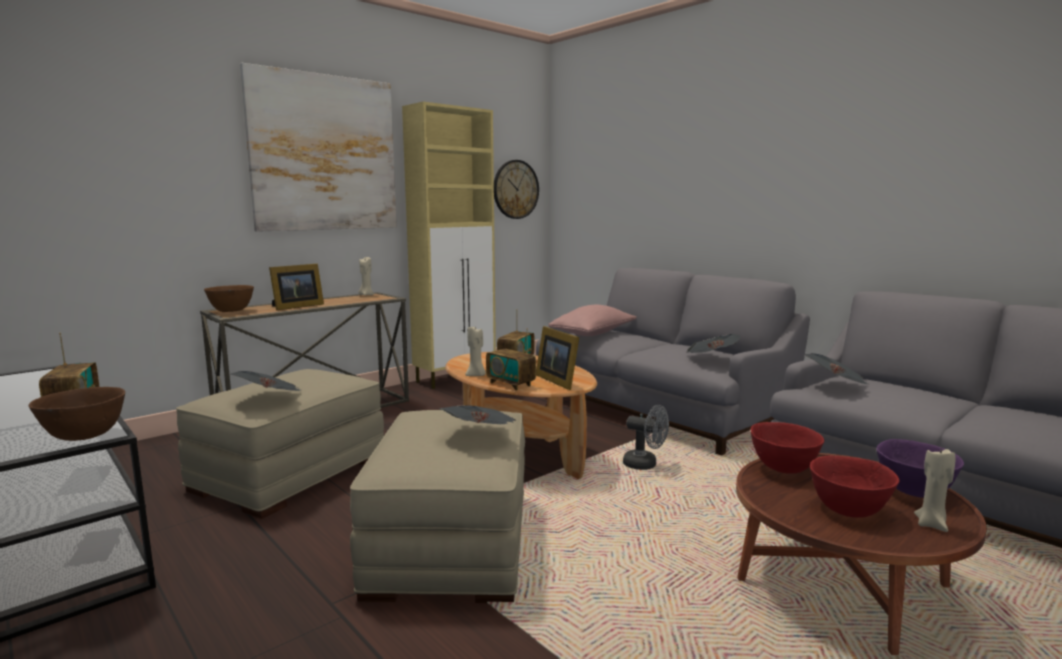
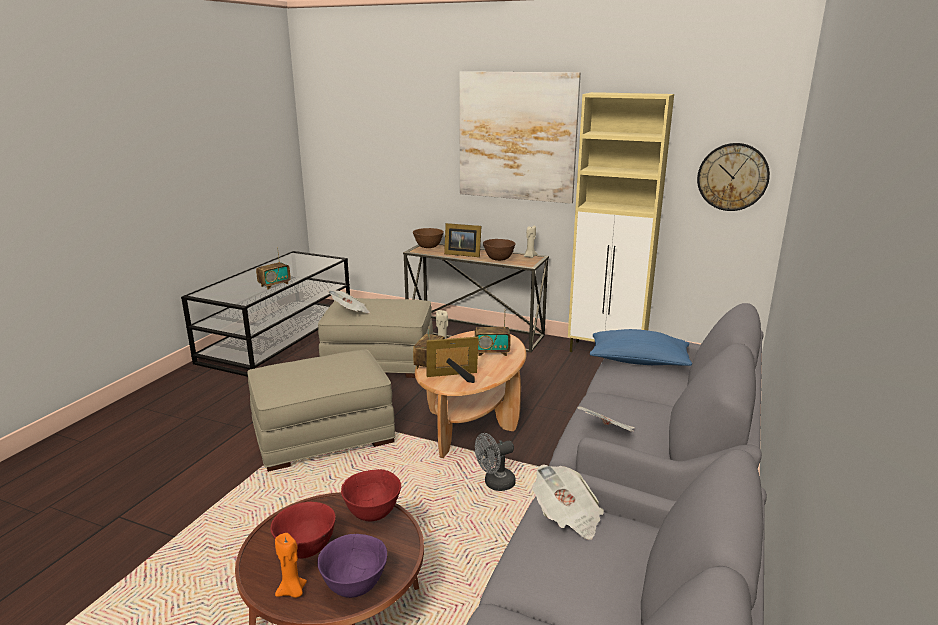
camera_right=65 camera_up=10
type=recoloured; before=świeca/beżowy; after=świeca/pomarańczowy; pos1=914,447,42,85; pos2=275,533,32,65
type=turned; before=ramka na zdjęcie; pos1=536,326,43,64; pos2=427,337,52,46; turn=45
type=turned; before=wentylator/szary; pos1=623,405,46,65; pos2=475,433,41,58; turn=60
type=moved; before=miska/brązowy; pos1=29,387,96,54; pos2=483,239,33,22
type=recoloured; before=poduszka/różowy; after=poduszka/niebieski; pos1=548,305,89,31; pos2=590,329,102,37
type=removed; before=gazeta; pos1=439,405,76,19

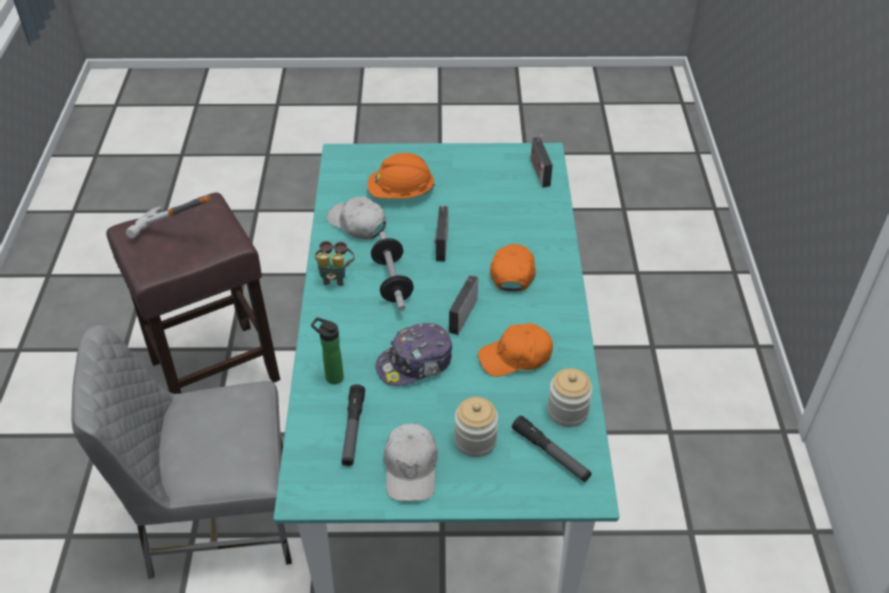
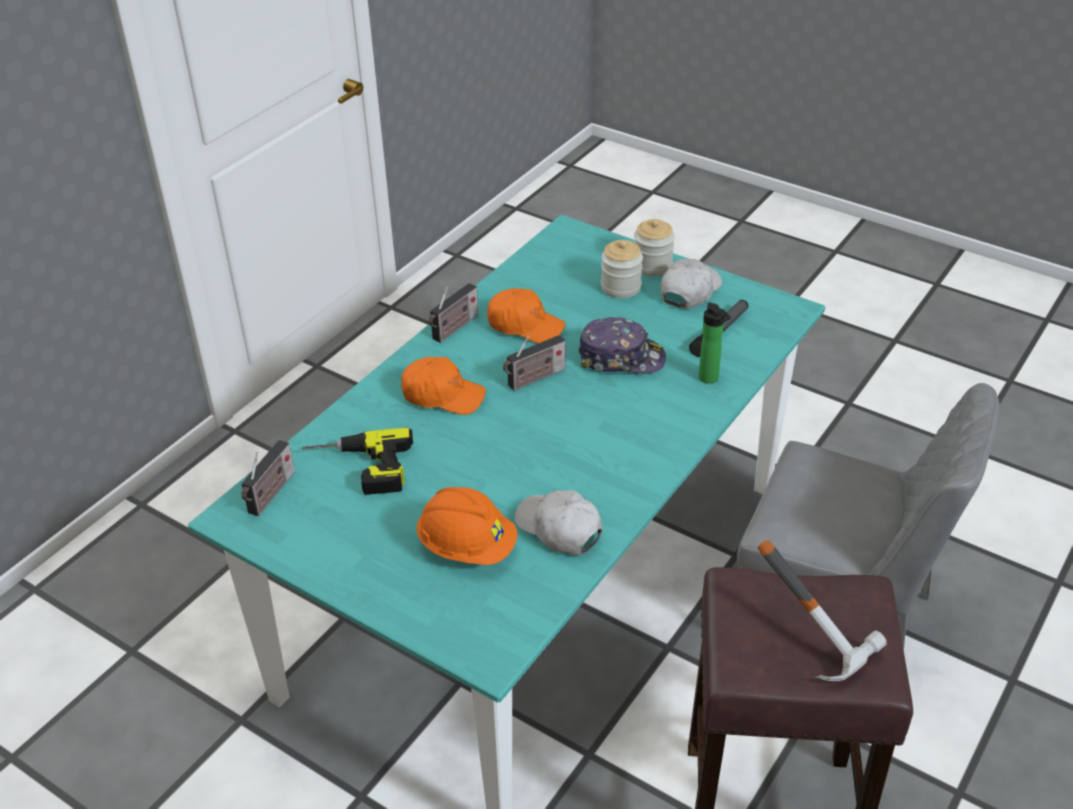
camera_right=-145 camera_up=-5
type=added; after=wiertarka; pos2=302,428,111,67
type=turned; before=czapka z daszkiem/pomarańczowy; pos1=490,244,46,47; pos2=401,357,85,58; turn=-120
type=moved; before=radio; pos1=434,205,14,56; pos2=428,283,50,60
type=turned; before=czapka z daszkiem/biały; pos1=327,197,59,43; pos2=514,490,88,65; turn=150
type=moved; before=słoik; pos1=547,368,46,59; pos2=634,219,41,58
type=removed; before=lornetka; pos1=315,241,40,45
type=removed; before=hantel; pos1=371,232,43,79
type=removed; before=latarka; pos1=512,415,80,67

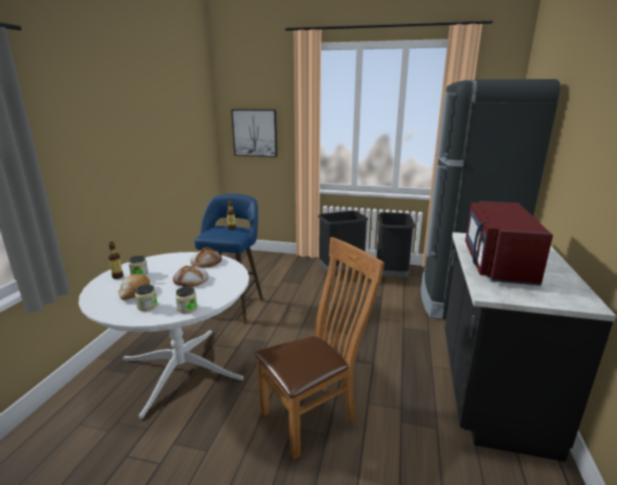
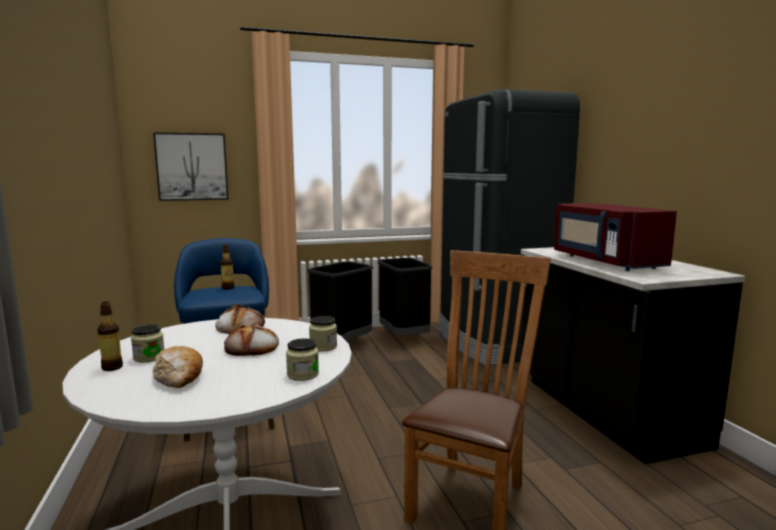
camera_right=-30 camera_up=-10
type=moved; before=słoik; pos1=135,284,23,27; pos2=309,316,28,36

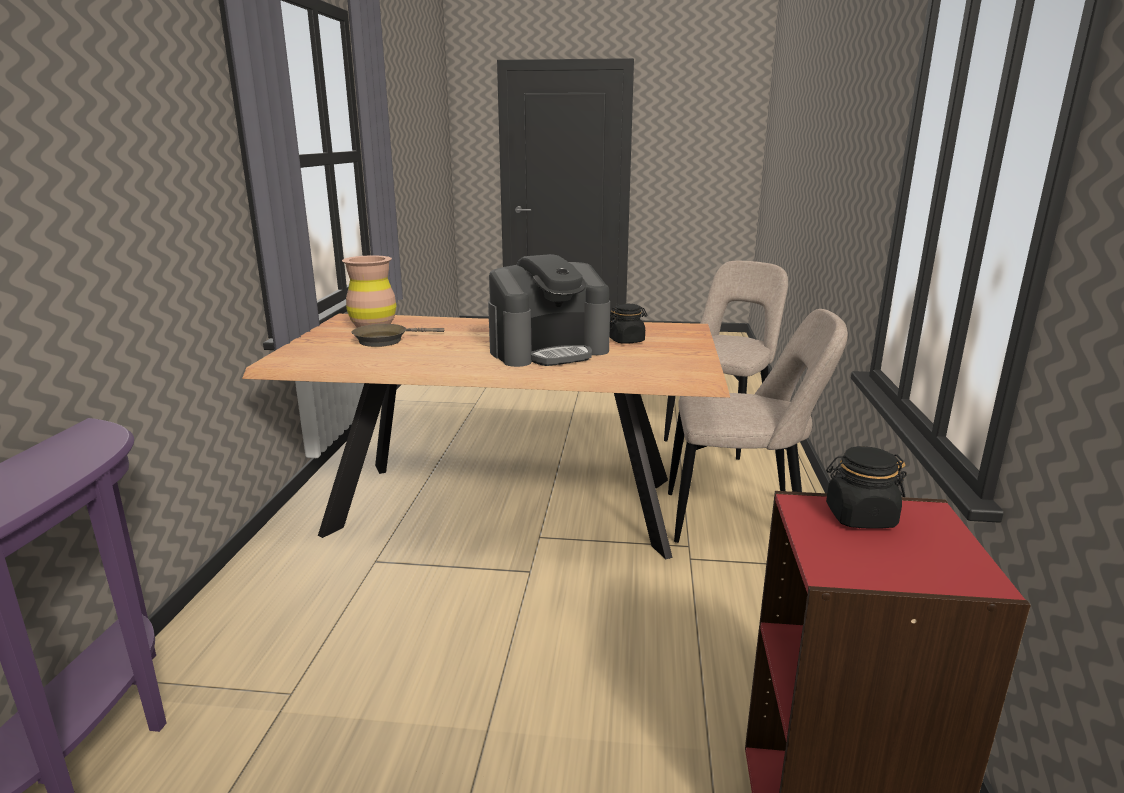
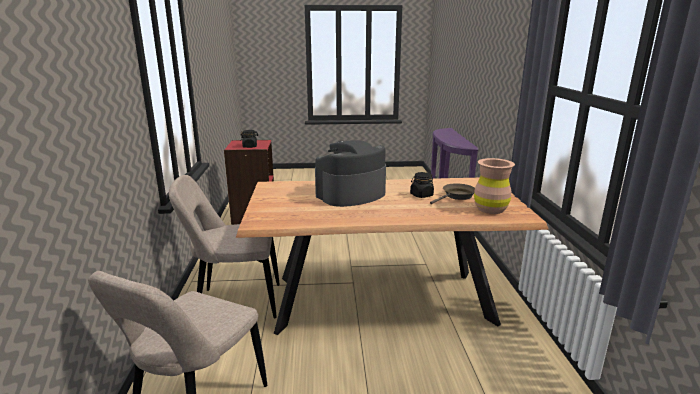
camera_right=170 camera_up=0
type=moved; before=słoik/czarny; pos1=610,304,37,40; pos2=410,172,24,26

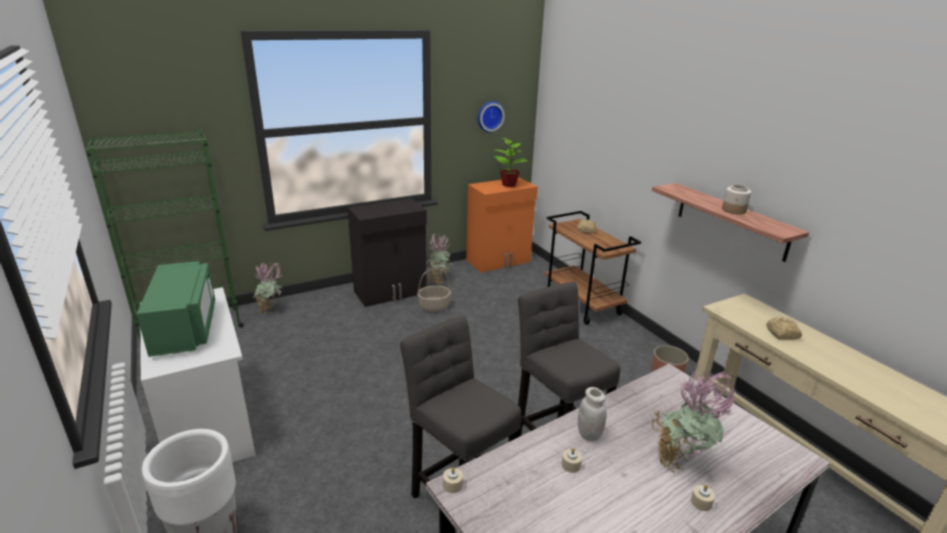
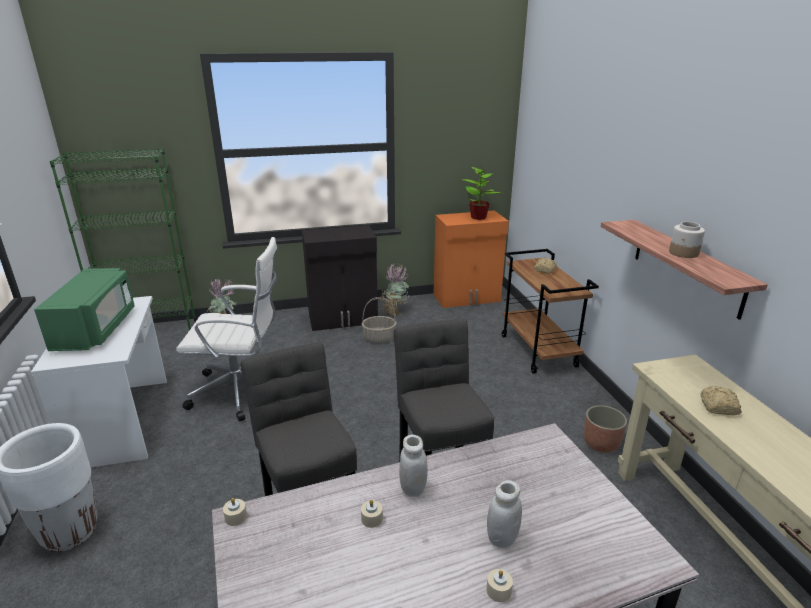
camera_right=15 camera_up=0
type=added; after=krzesło biurowe/biały; pos2=176,237,101,184
type=replaced; before=roślina doniczkowa; after=słoik/biały; pos1=651,370,85,103; pos2=487,480,35,68
type=removed; before=zegar ścienny; pos1=478,101,27,32

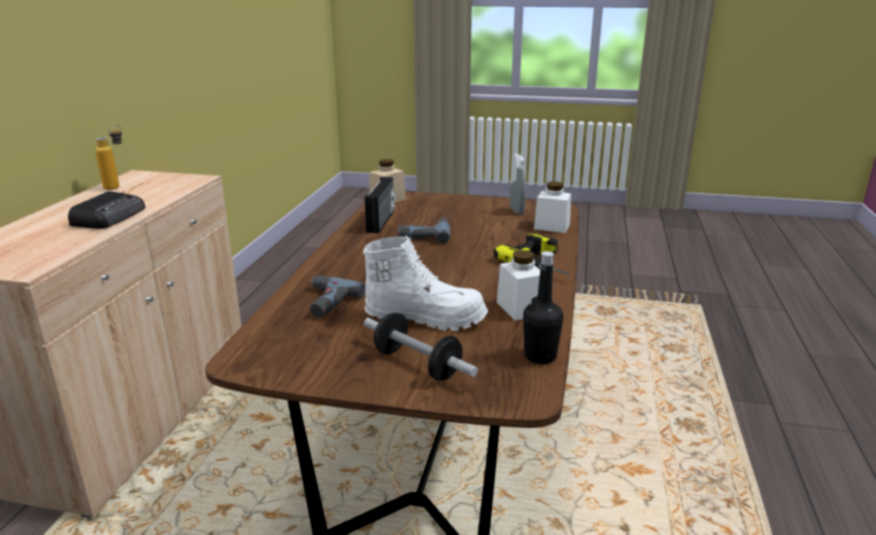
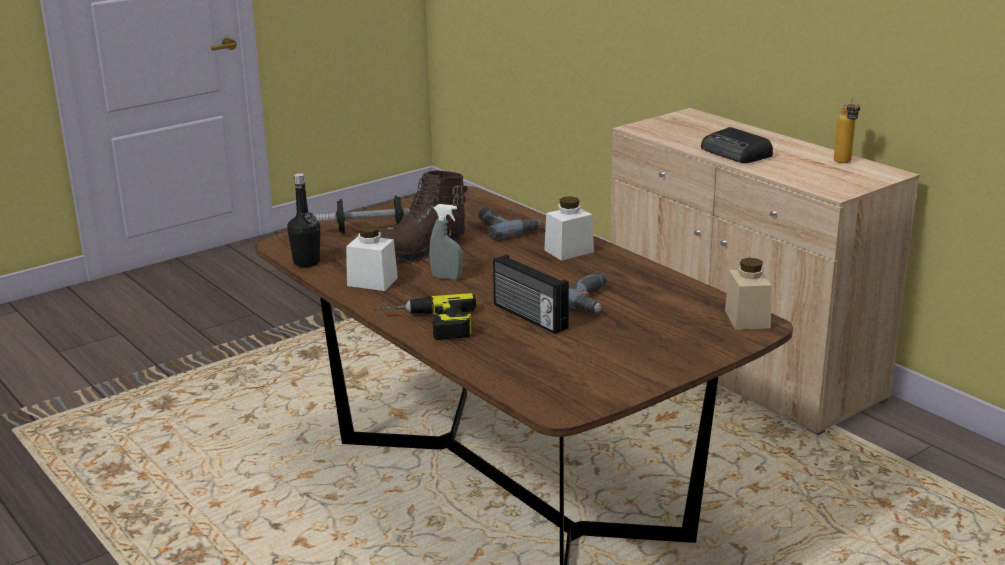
camera_right=130 camera_up=0
type=recoloured; before=but z cholewką/biały; after=but z cholewką/brązowy; pos1=363,235,125,96; pos2=379,170,89,92
type=moved; before=spryskiwacz/szary; pos1=510,154,16,61; pos2=429,204,34,76
type=moved; before=radio; pos1=365,177,31,56; pos2=493,255,76,79
type=moved; before=słoik/biały; pos1=534,181,37,52; pos2=544,196,50,65

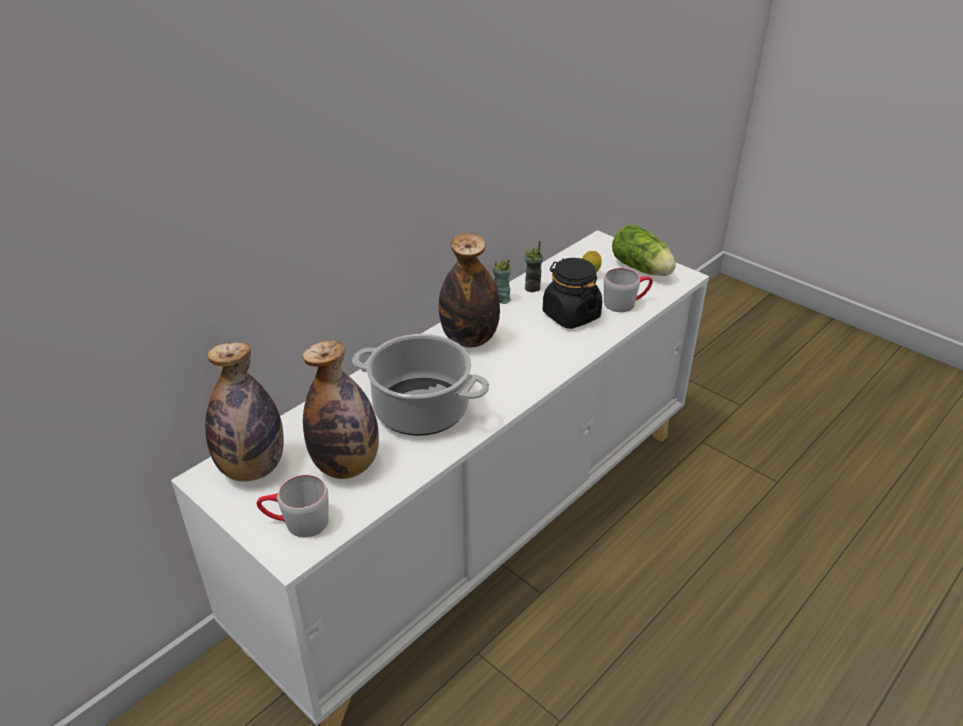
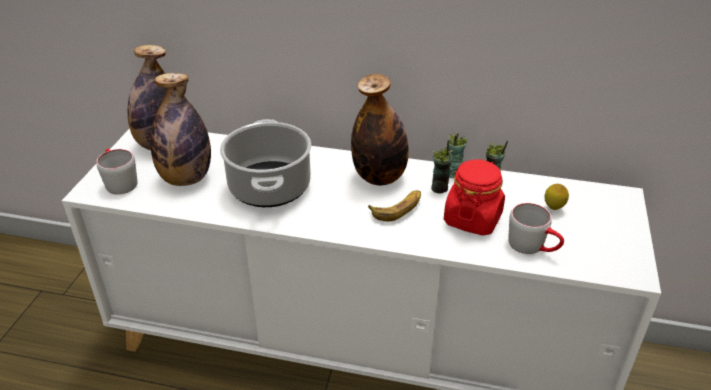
camera_right=60 camera_up=0
type=added; after=banan; pos2=368,190,53,32
type=added; after=filiżanka; pos2=431,140,22,54
type=recoloured; before=słoik/czarny; after=słoik/czerwony; pos1=542,258,60,71; pos2=444,159,61,77
type=removed; before=sałata; pos1=612,225,64,51

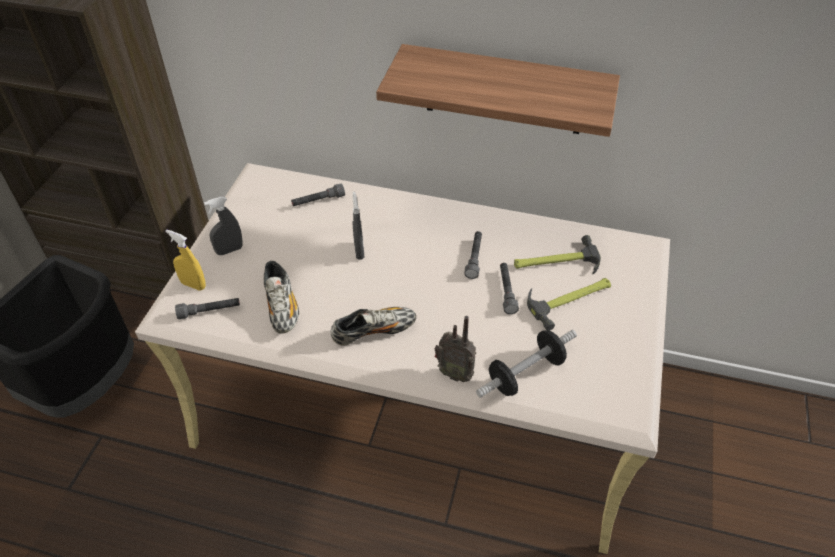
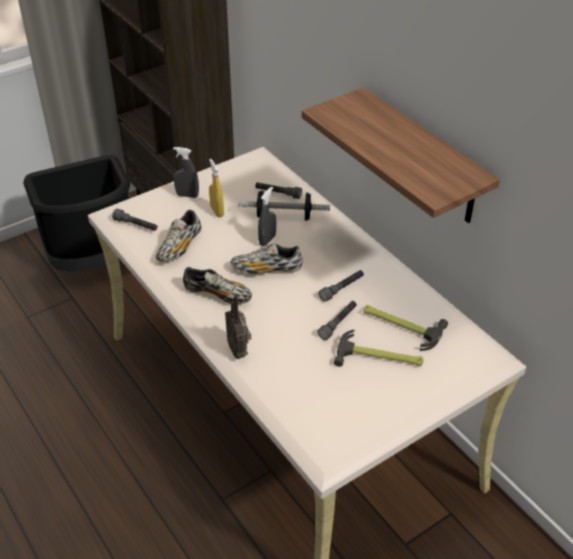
camera_right=40 camera_up=-5
type=moved; before=spryskiwacz/żółty; pos1=165,230,41,61; pos2=209,159,15,58
type=added; after=but; pos2=231,243,72,31
type=moved; before=hantel; pos1=476,330,101,68; pos2=238,190,92,31

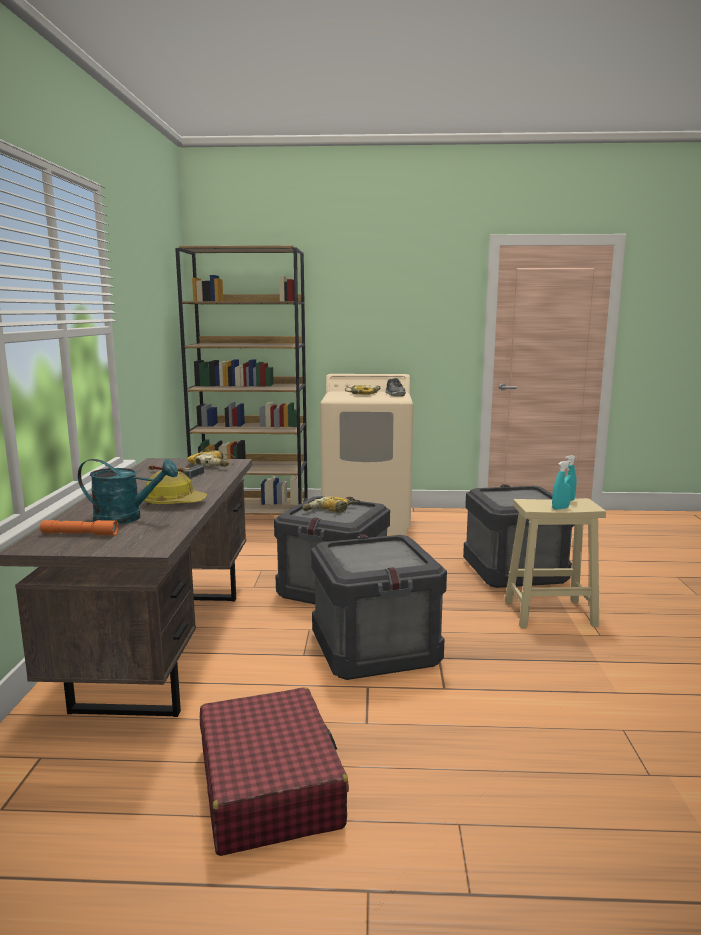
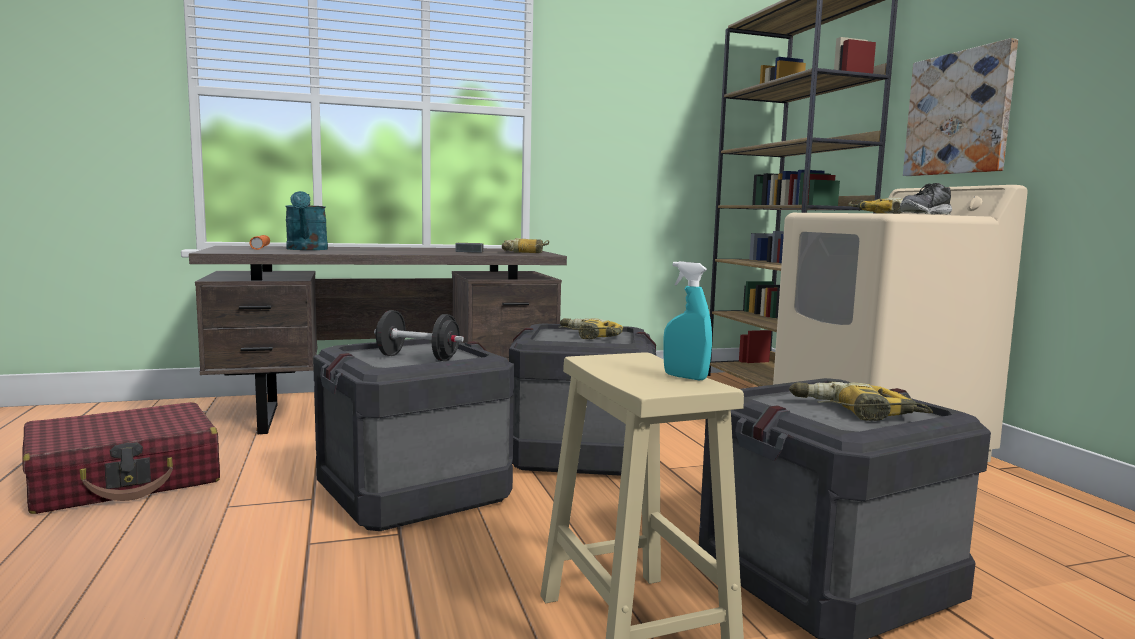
camera_right=70 camera_up=-5
type=added; after=hantel/czarny; pos2=374,310,90,51
type=added; after=wiertarka; pos2=789,382,144,39
type=added; after=obraz; pos2=903,38,115,138
type=removed; before=kask; pos1=144,470,63,35
type=removed; before=spryskiwacz/turkusowy; pos1=552,461,19,49

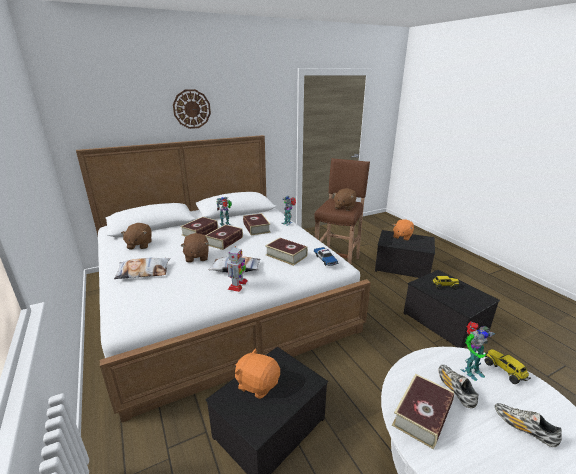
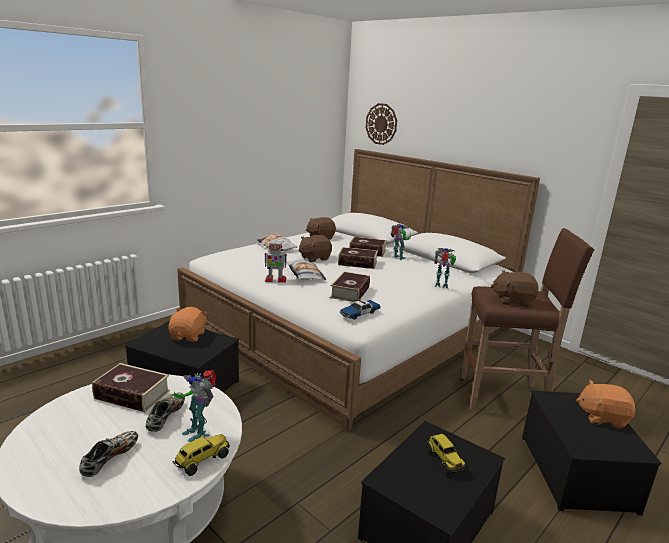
camera_right=70 camera_up=-5
type=turned; before=but; pos1=438,365,40,43; pos2=146,393,39,39; turn=-45
type=moved; before=zegar ścienny; pos1=173,89,38,40; pos2=366,103,31,42
type=removed; before=książka; pos1=243,213,28,22

